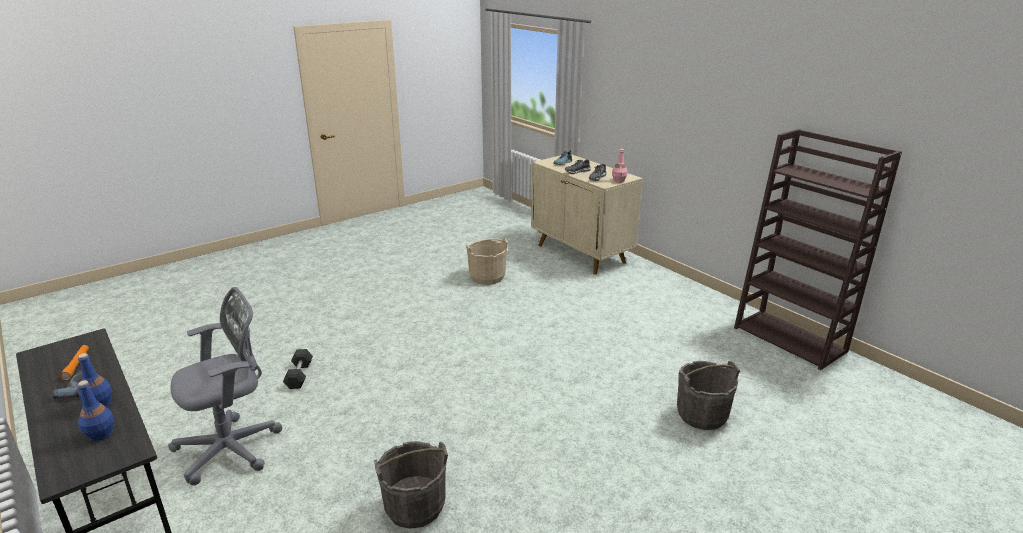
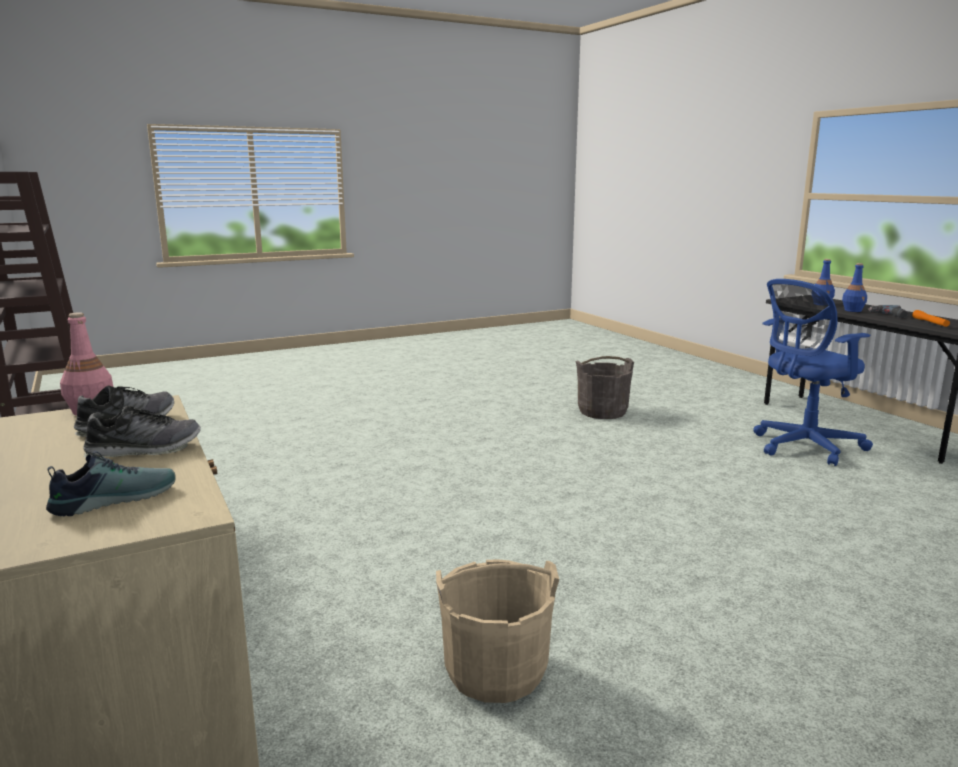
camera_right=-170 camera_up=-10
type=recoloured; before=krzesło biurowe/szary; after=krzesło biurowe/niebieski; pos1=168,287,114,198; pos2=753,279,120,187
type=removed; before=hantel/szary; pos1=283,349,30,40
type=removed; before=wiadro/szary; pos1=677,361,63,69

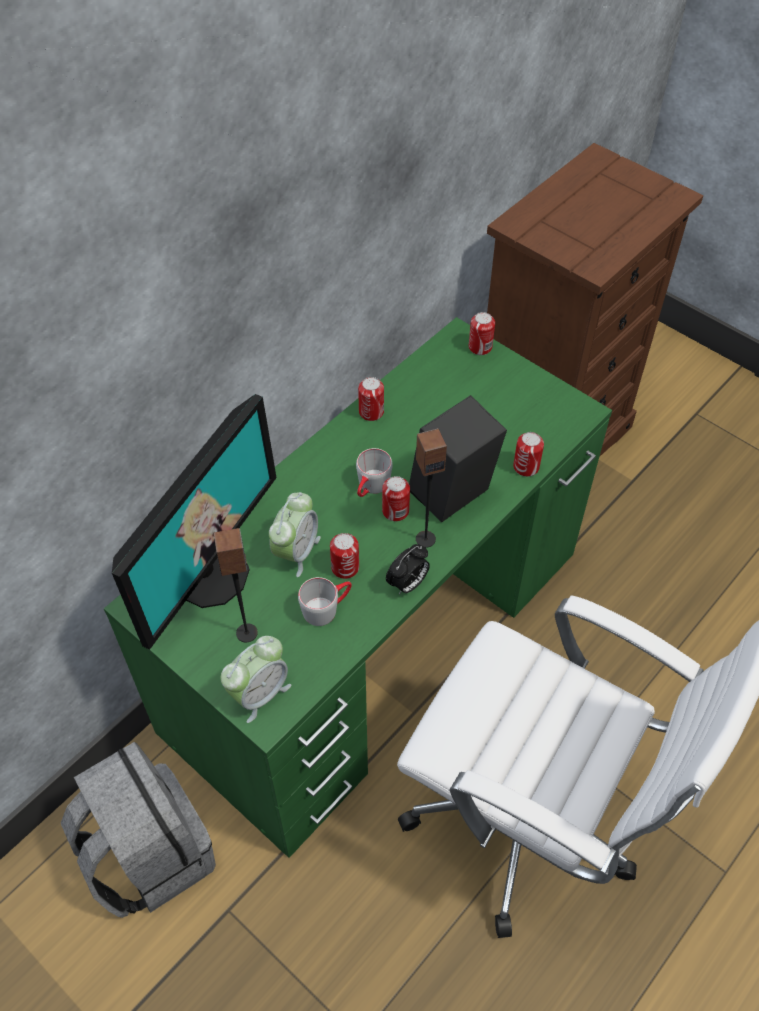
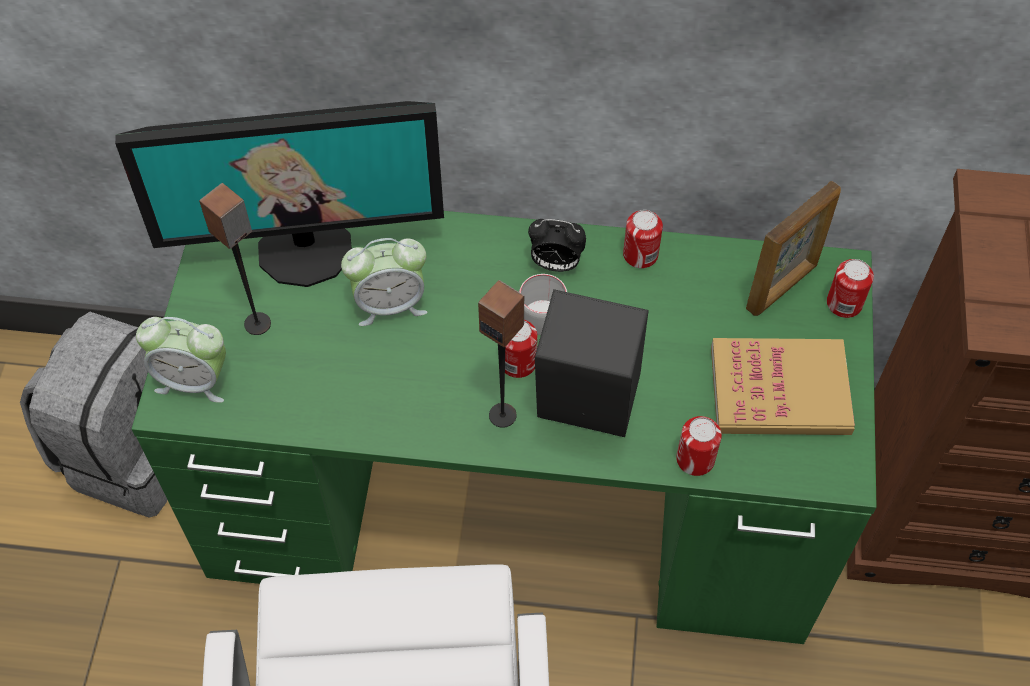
camera_right=55 camera_up=5
type=moved; before=budzik; pos1=386,544,44,51; pos2=528,219,58,53
type=added; after=książka; pos2=711,338,144,97
type=added; after=ramka na zdjęcie; pos2=746,181,95,135
type=removed; before=kubek/szary; pos1=298,577,54,49
type=removed; before=puszka; pos1=330,533,29,46

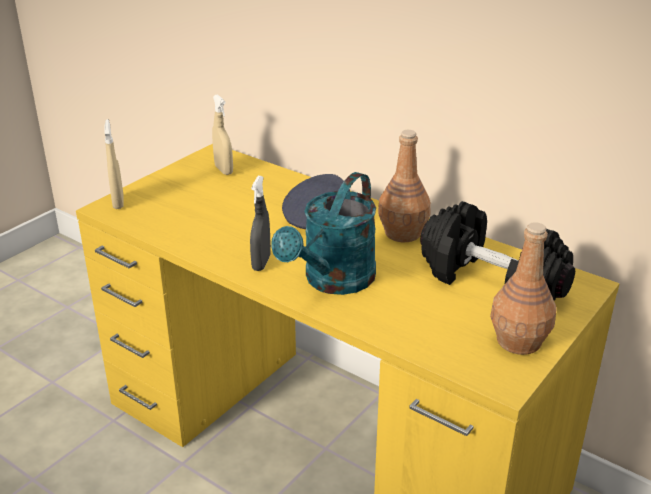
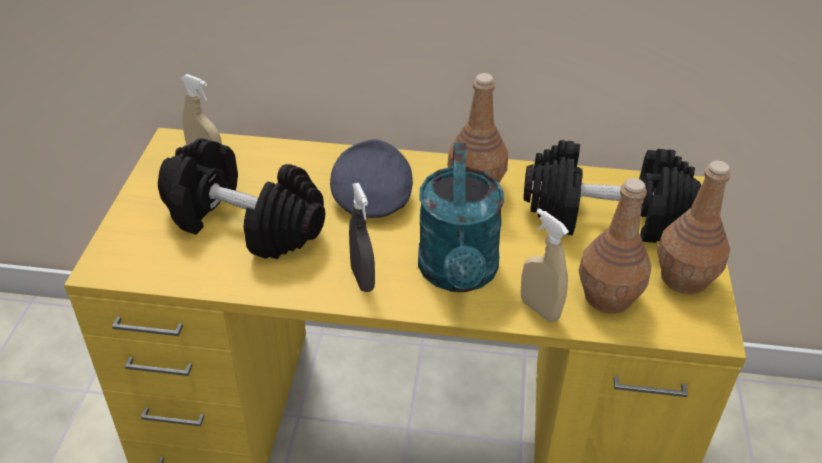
camera_right=-30 camera_up=10
type=added; after=hantel/czarny; pos2=158,138,167,121
type=moved; before=spryskiwacz/beżowy; pos1=104,119,20,90; pos2=521,208,48,114
type=added; after=butelka/brązowy; pos2=579,178,73,135

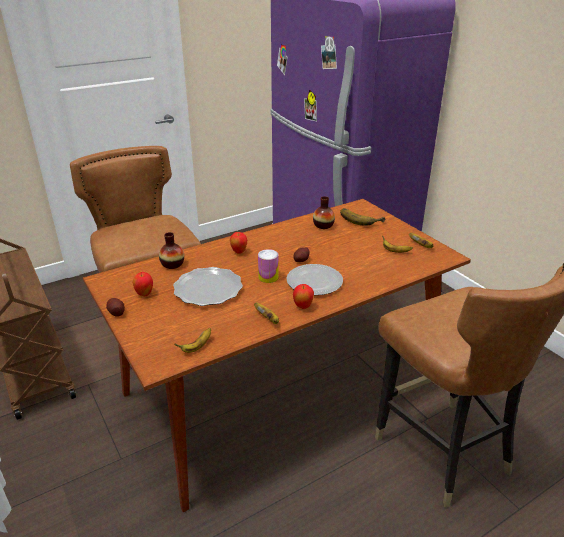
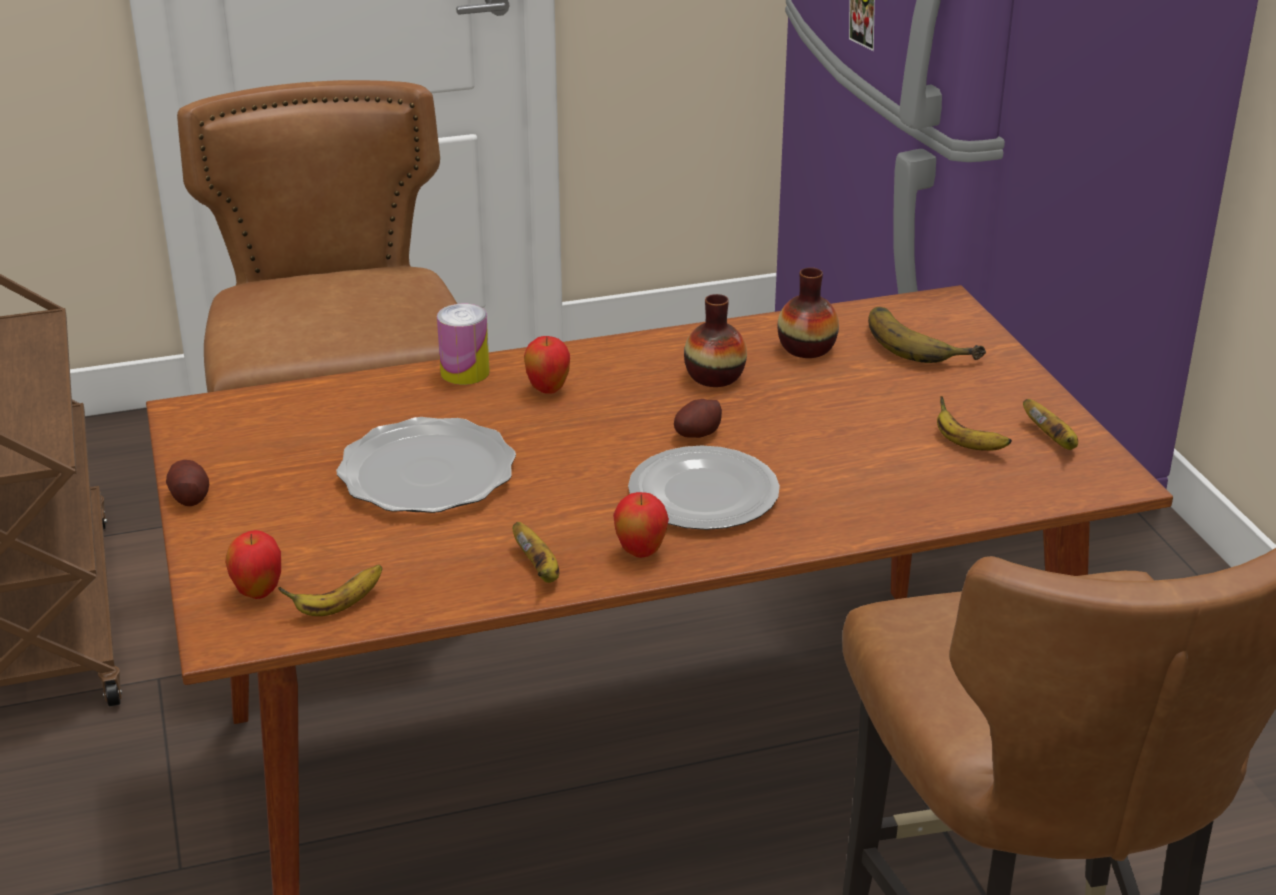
camera_right=15 camera_up=0
type=moved; before=jabłko; pos1=133,272,20,24; pos2=225,530,56,69
type=moved; before=puszka; pos1=258,249,21,34; pos2=437,304,53,81
type=moved; before=wazon; pos1=159,232,25,37; pos2=684,294,63,93

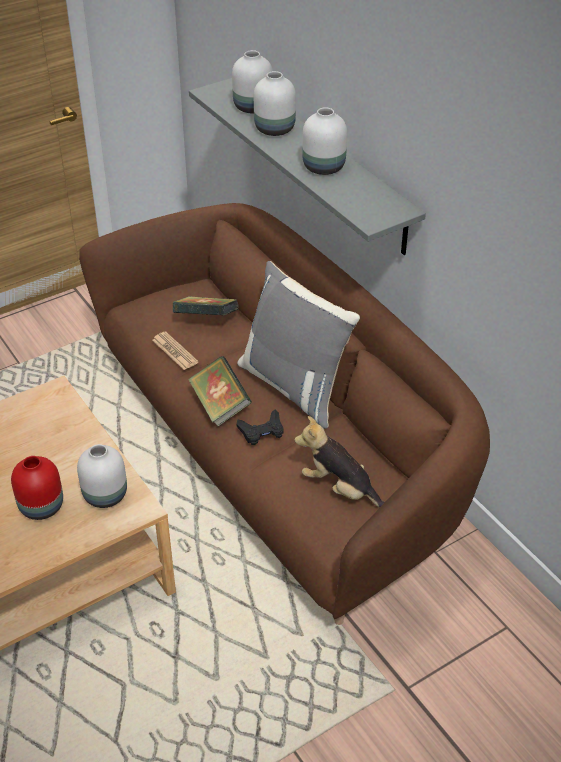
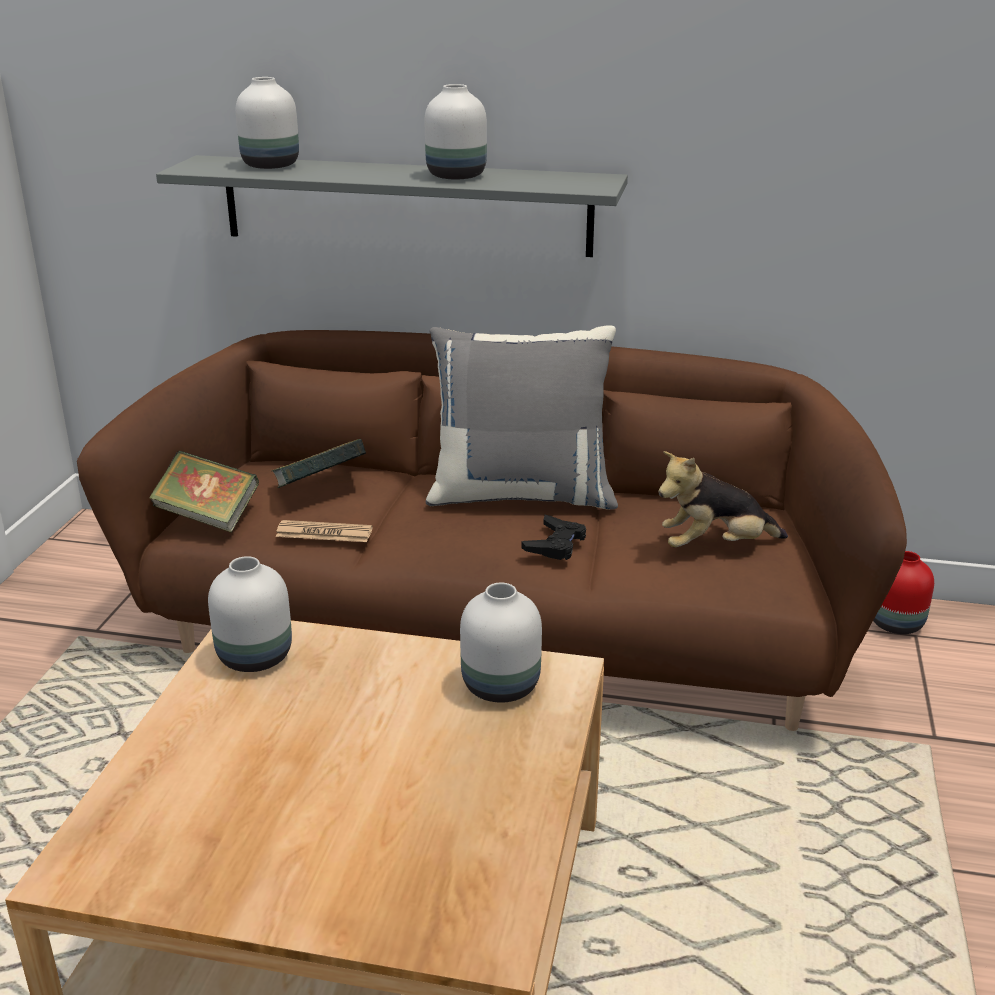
camera_right=-45 camera_up=-15
type=moved; before=książka; pos1=188,356,64,70; pos2=149,451,110,82
type=moved; before=wazon/biały; pos1=254,71,42,65; pos2=208,556,84,116
type=moved; before=wazon/czerwony; pos1=11,456,52,64; pos2=873,551,61,83

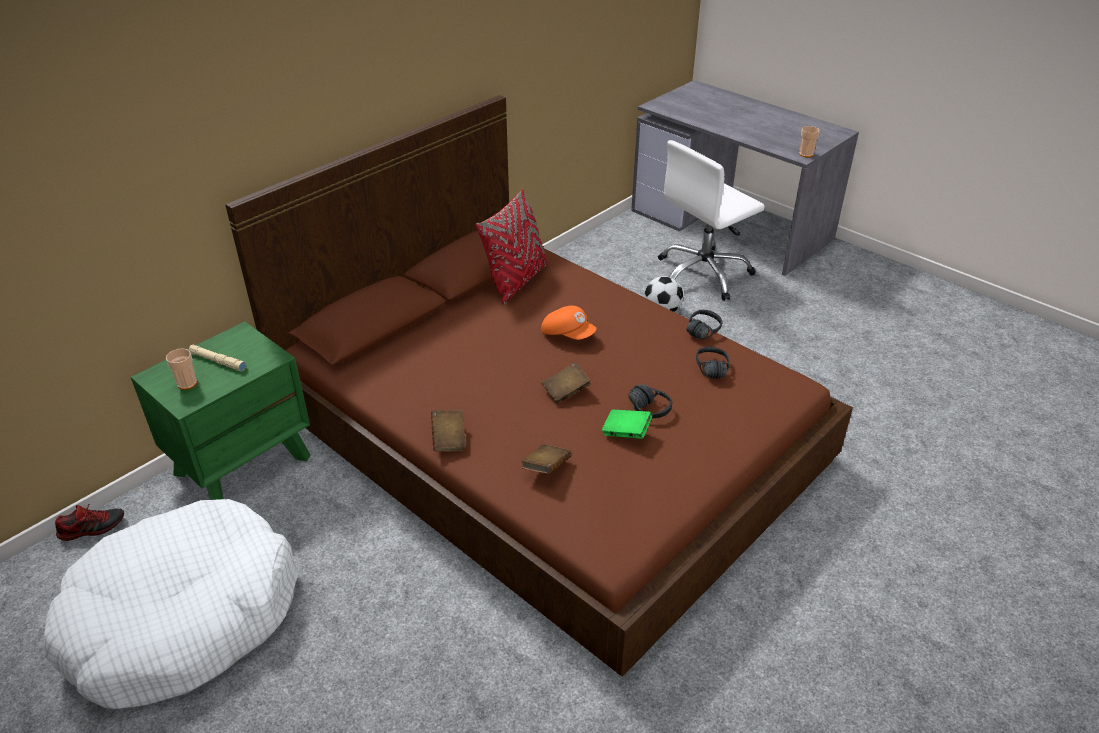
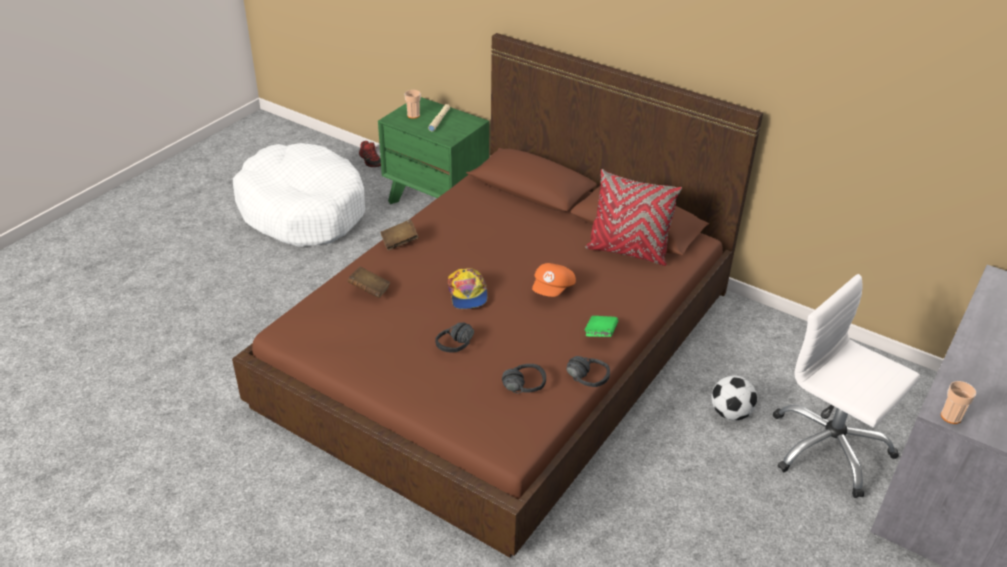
camera_right=80 camera_up=0
type=replaced; before=książka/brązowy; after=czapka z daszkiem; pos1=542,362,49,42; pos2=448,268,40,41
type=moved; before=książka/zielony; pos1=602,409,50,30; pos2=585,316,33,21

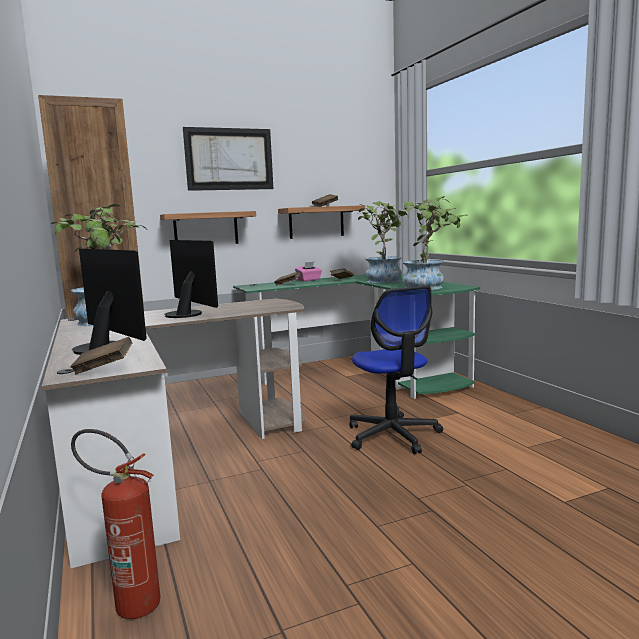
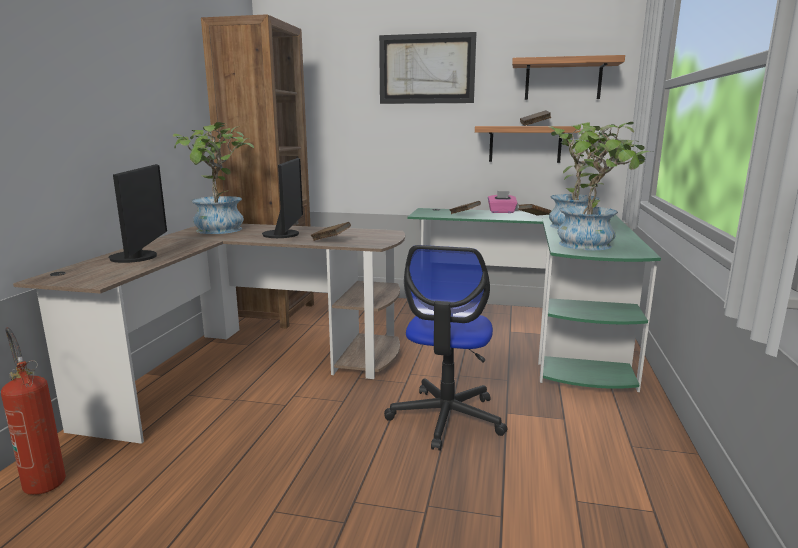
camera_right=35 camera_up=5
type=moved; before=książka/brązowy; pos1=70,337,62,37; pos2=311,222,40,19
type=moved; before=półka; pos1=160,211,96,33; pos2=512,55,113,45

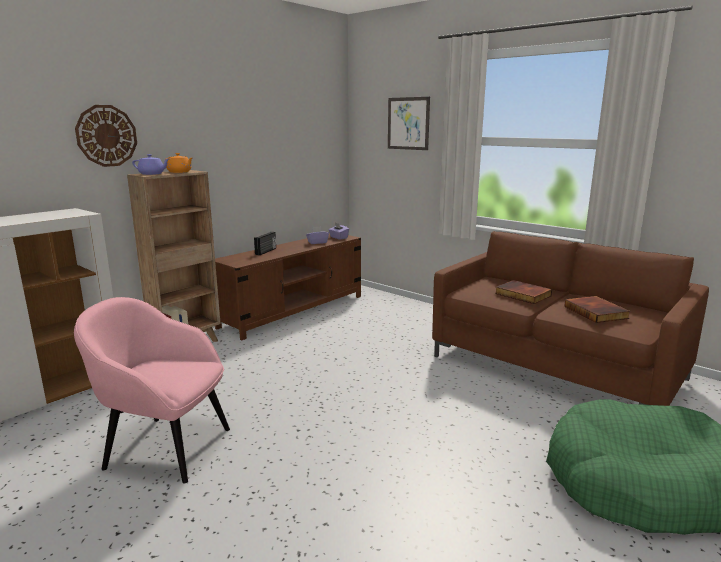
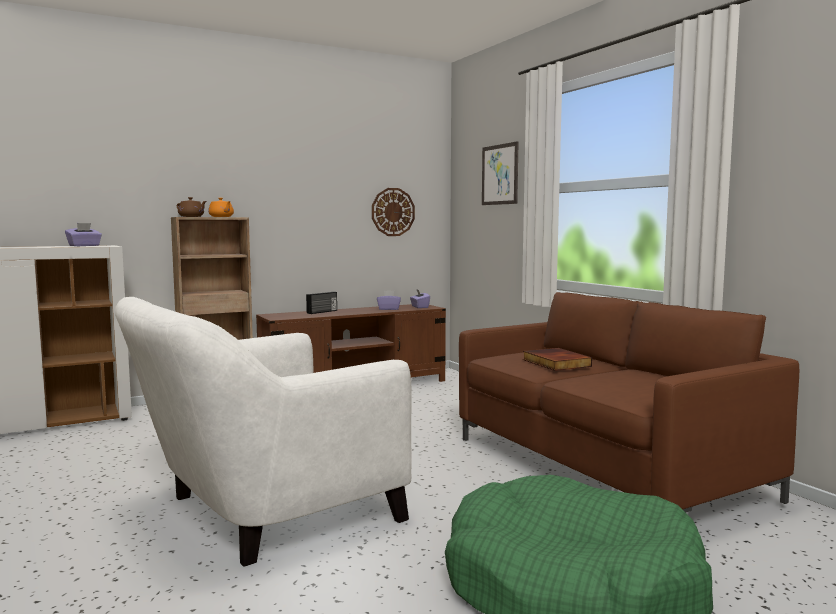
camera_right=20 camera_up=-10
type=added; after=pudełko chusteczek/fioletowy; pos2=65,223,37,23
type=added; after=fotel/biały; pos2=115,297,297,269
type=recoloured; before=imbryk/fioletowy; after=imbryk/brązowy; pos1=132,154,37,21; pos2=177,197,30,20
type=moved; before=zegar ścienny; pos1=75,105,62,62; pos2=372,188,43,48
type=removed; before=fotel/różowy; pos1=74,297,156,186
type=removed; before=książka; pos1=564,296,66,27

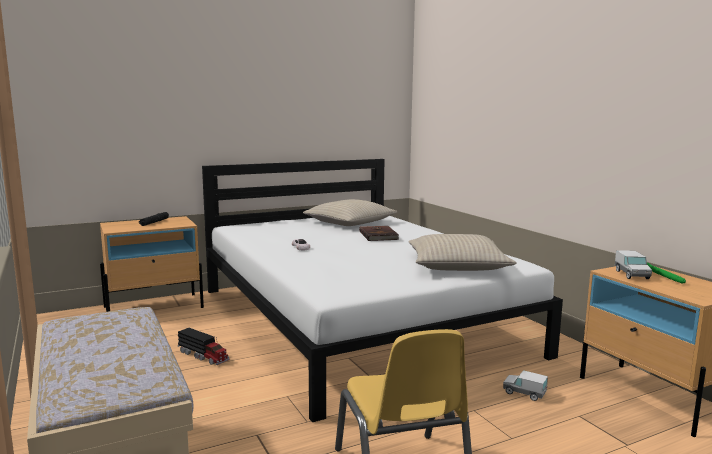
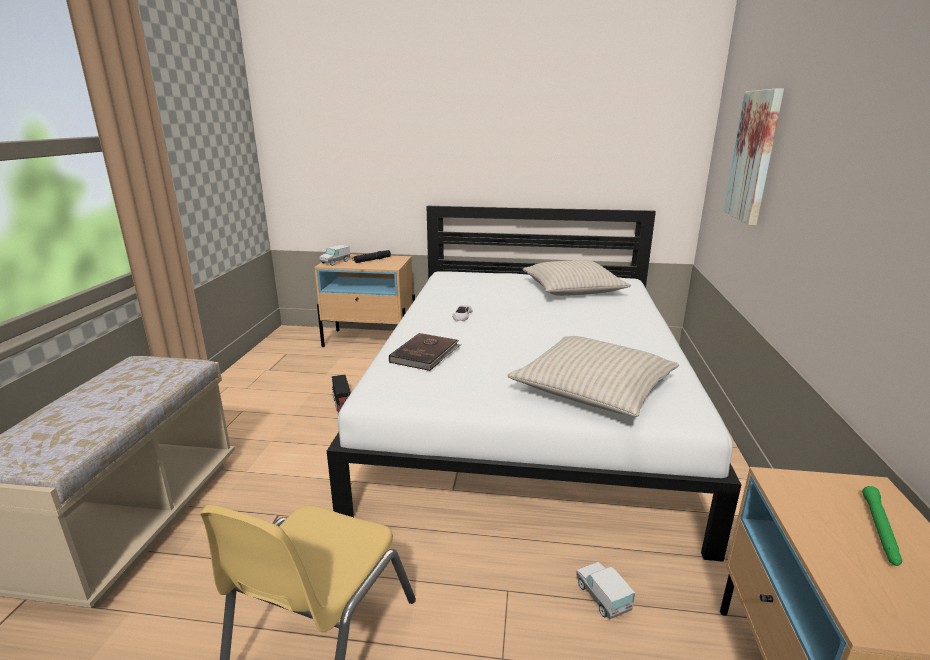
camera_right=35 camera_up=10
type=moved; before=ciężarówka zabawkowa; pos1=615,250,37,29; pos2=319,245,31,21
type=moved; before=książka/brązowy; pos1=359,226,40,15; pos2=389,333,72,38
type=added; after=obraz; pos2=724,88,60,138

